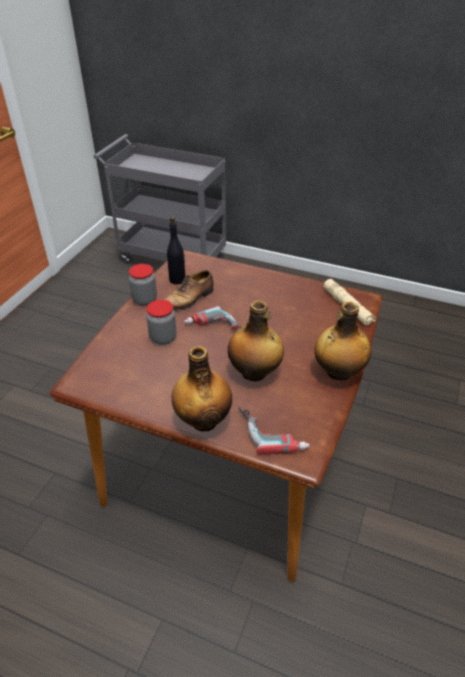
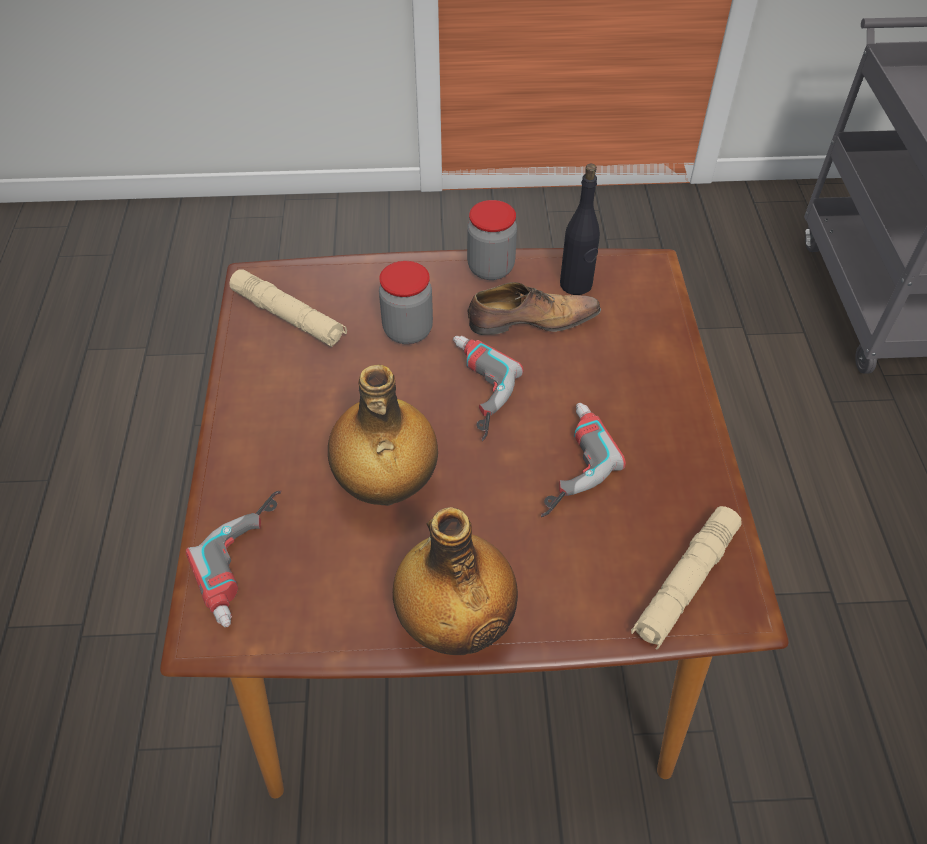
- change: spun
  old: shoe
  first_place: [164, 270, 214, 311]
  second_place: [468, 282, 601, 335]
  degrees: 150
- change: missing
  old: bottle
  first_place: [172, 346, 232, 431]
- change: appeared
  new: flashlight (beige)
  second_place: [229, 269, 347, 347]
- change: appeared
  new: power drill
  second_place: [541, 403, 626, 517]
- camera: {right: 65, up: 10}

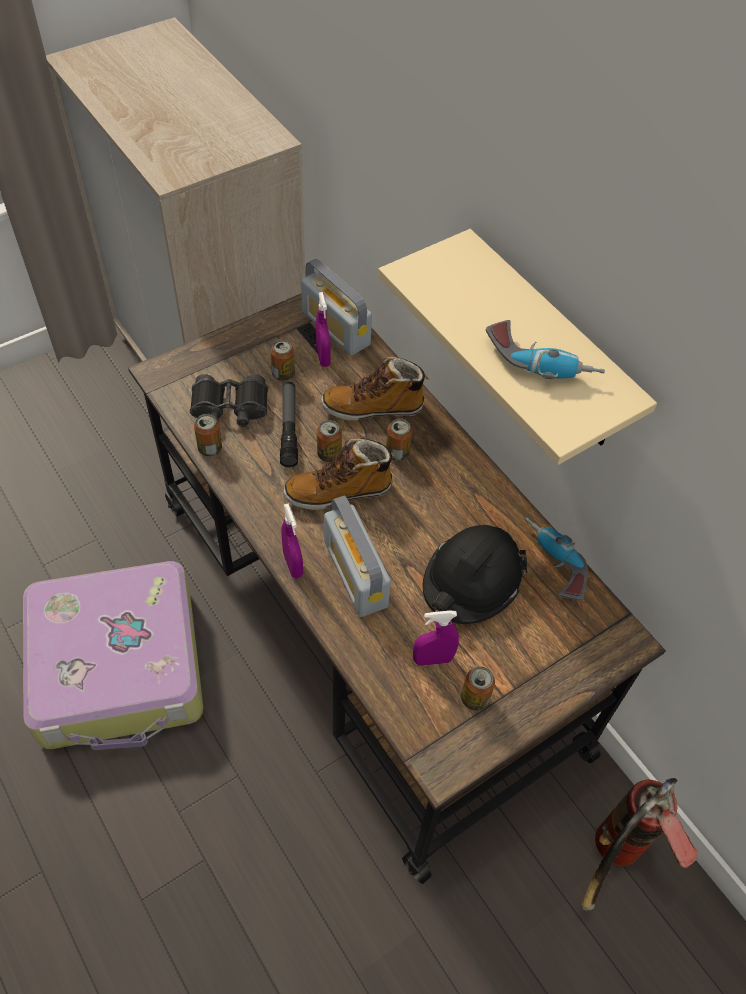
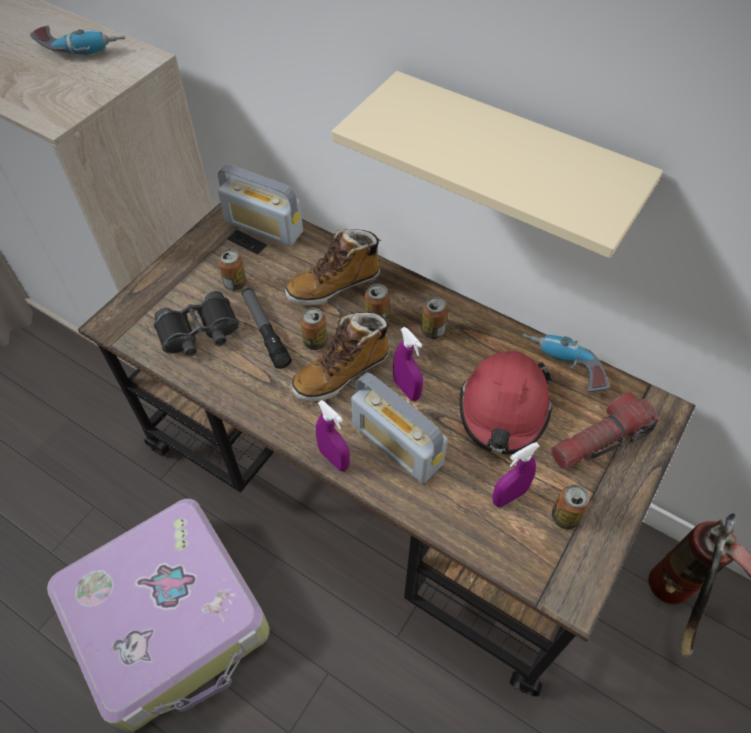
- change: relocated
  old: can
  first_place: [194, 414, 222, 456]
  second_place: [421, 296, 448, 339]
- change: relocated
  old: spray bottle (purple)
  first_place: [316, 292, 331, 367]
  second_place: [393, 327, 423, 401]
- change: colour
  old: hard hat (black)
  new: hard hat (red)
  first_place: [423, 525, 527, 624]
  second_place: [460, 351, 552, 454]
- change: relocated
  old: power drill
  first_place: [486, 320, 605, 379]
  second_place: [30, 25, 125, 55]
- change: appeared
  new: flashlight
  second_place: [551, 392, 659, 470]
- camera: {right: -20, up: 0}

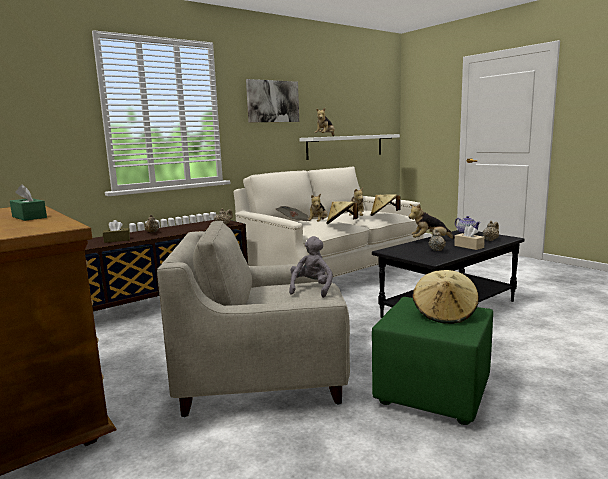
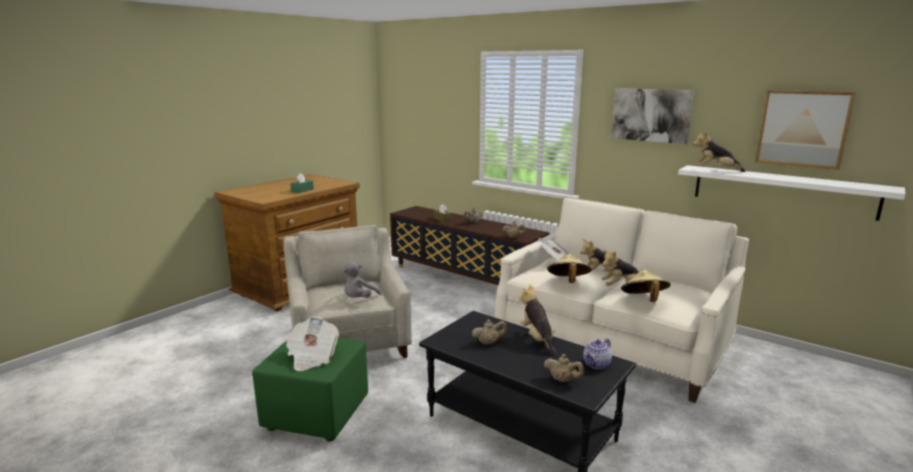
- change: spun
  old: plush toy (grey)
  first_place: [289, 236, 333, 298]
  second_place: [344, 262, 382, 298]
  degrees: 120
- change: exchanged
  old: hat (beige)
  new: newspaper
  first_place: [412, 270, 479, 324]
  second_place: [286, 317, 339, 371]
- change: missing
  old: tissue box (beige)
  first_place: [454, 225, 485, 250]
- change: appeared
  new: picture
  second_place: [755, 90, 856, 170]
- camera: {right: 75, up: 5}

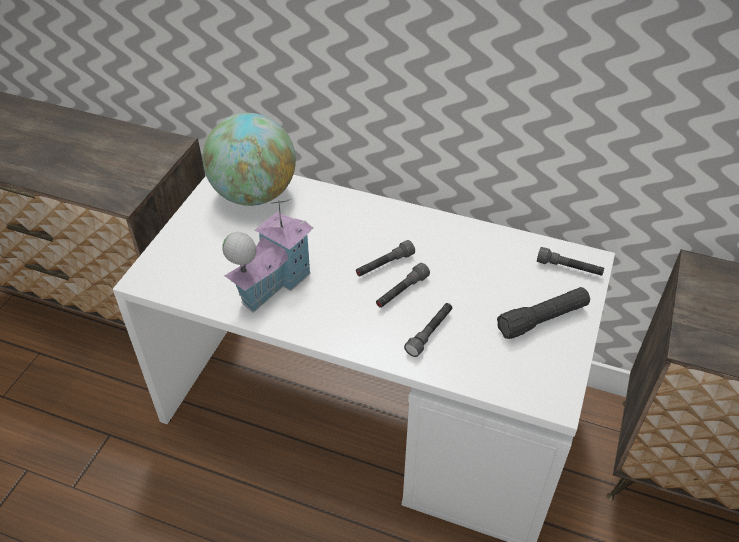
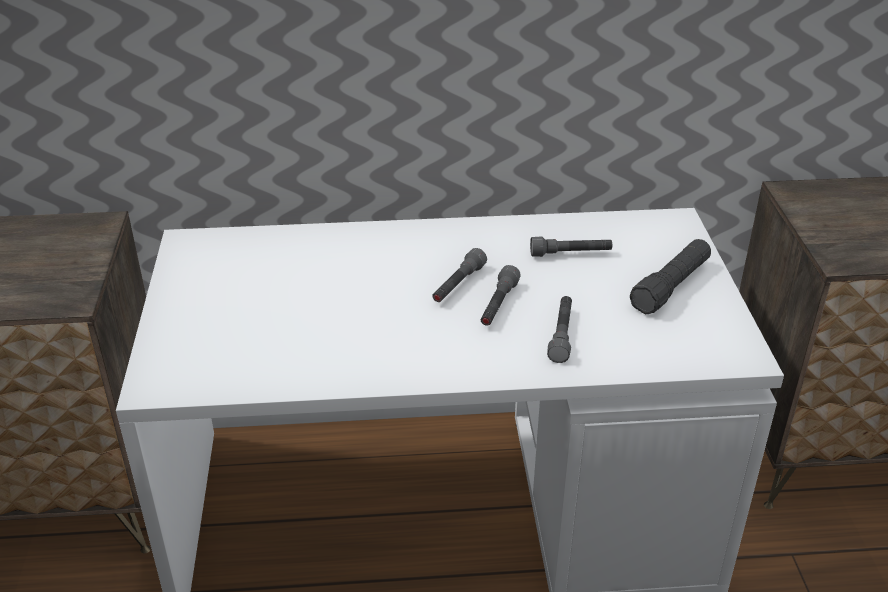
- change: missing
  old: globe
  first_place: [203, 113, 296, 206]
- change: missing
  old: toy house
  first_place: [222, 199, 314, 313]
- change: relocated
  old: flashlight (grey)
  first_place: [537, 247, 604, 276]
  second_place: [530, 236, 612, 257]
- camera: {right: -25, up: -10}

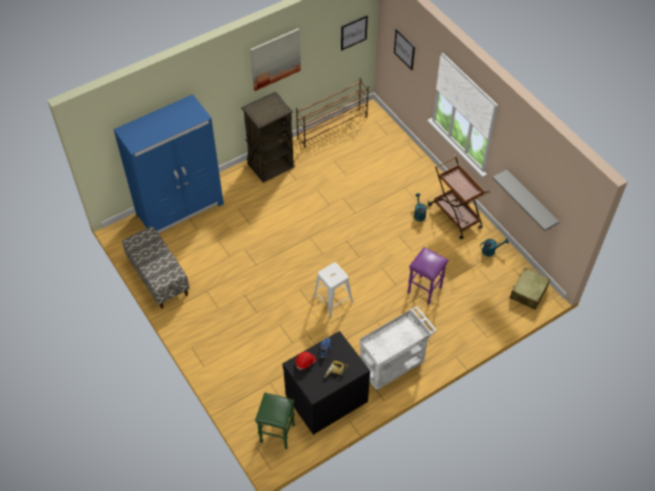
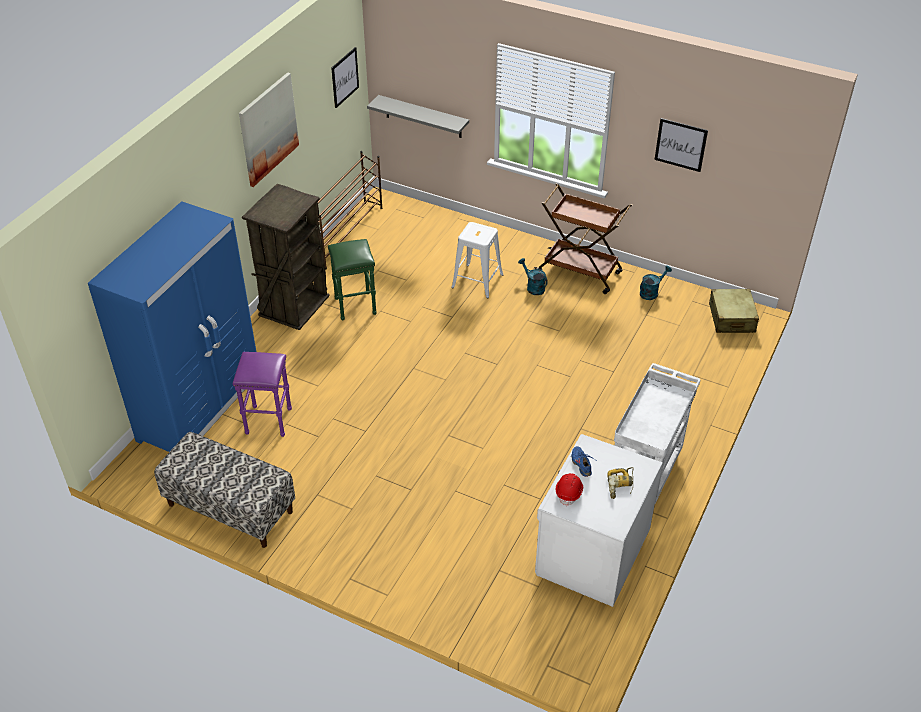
- change: relocated
  old: stool (green)
  first_place: [255, 393, 295, 449]
  second_place: [328, 239, 377, 321]
- change: colour
  old: washing machine (black)
  new: washing machine (white)
  first_place: [282, 331, 370, 435]
  second_place: [535, 434, 663, 607]
- change: relocated
  old: stool (white)
  first_place: [313, 263, 354, 317]
  second_place: [451, 222, 503, 298]
- change: relocated
  old: picture
  first_place: [394, 29, 415, 70]
  second_place: [655, 118, 708, 172]
- change: relocated
  old: stool (purple)
  first_place: [408, 247, 449, 305]
  second_place: [233, 352, 292, 437]
- change: relocated
  old: shelf (grey)
  first_place: [492, 169, 559, 231]
  second_place: [367, 95, 469, 138]
- camera: {right: -30, up: -10}

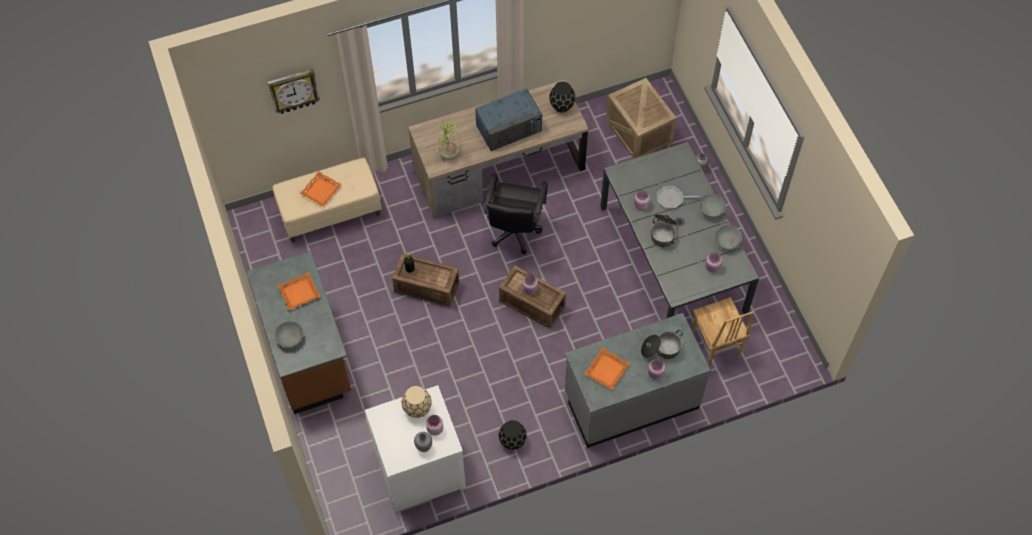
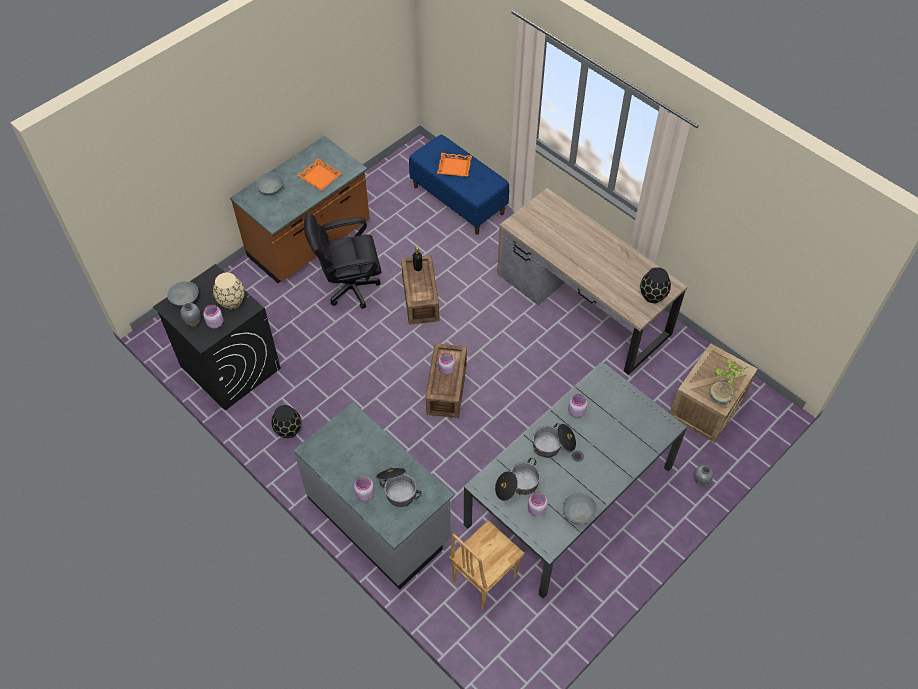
- change: missing
  old: wall clock
  first_place: [268, 68, 320, 114]
- change: colour
  old: bench (beige)
  new: bench (blue)
  first_place: [273, 158, 382, 242]
  second_place: [409, 134, 509, 235]
- change: colour
  old: washing machine (white)
  new: washing machine (black)
  first_place: [365, 385, 466, 512]
  second_place: [153, 264, 281, 411]
- change: relocated
  old: potted plant
  first_place: [438, 118, 459, 159]
  second_place: [710, 359, 748, 403]
- change: missing
  old: microwave (blue)
  first_place: [475, 88, 542, 151]
- change: relocated
  old: office chair (black)
  first_place: [484, 174, 548, 254]
  second_place: [304, 214, 382, 309]
- change: missing
  old: tray (orange)
  first_place: [585, 347, 630, 390]
- change: missing
  old: frying pan
  first_place: [657, 186, 700, 208]
- change: relocated
  old: bowl (grey)
  first_place: [699, 194, 726, 218]
  second_place: [167, 281, 199, 307]
- change: appeared
  new: cooking pot
  second_place: [495, 458, 540, 501]
- camera: {right: 65, up: -5}

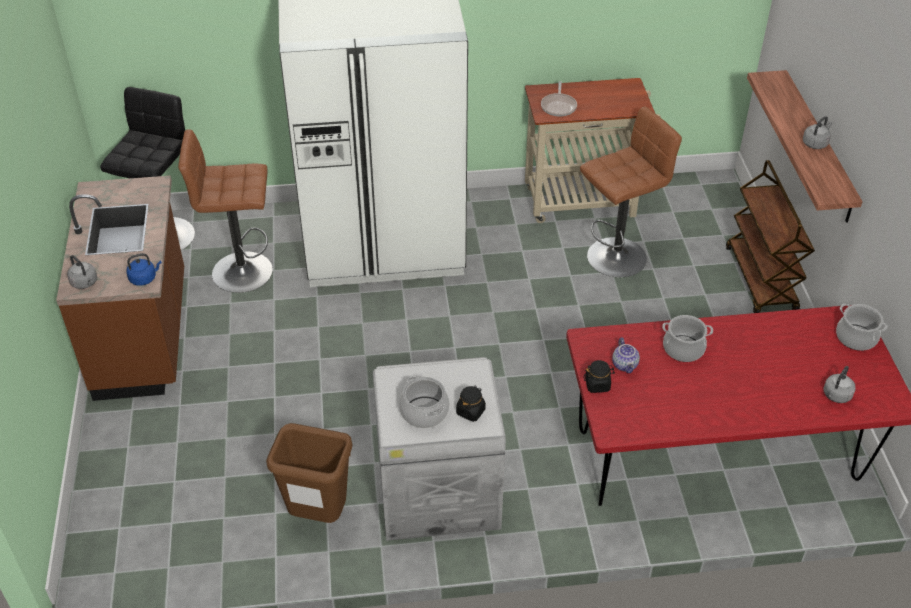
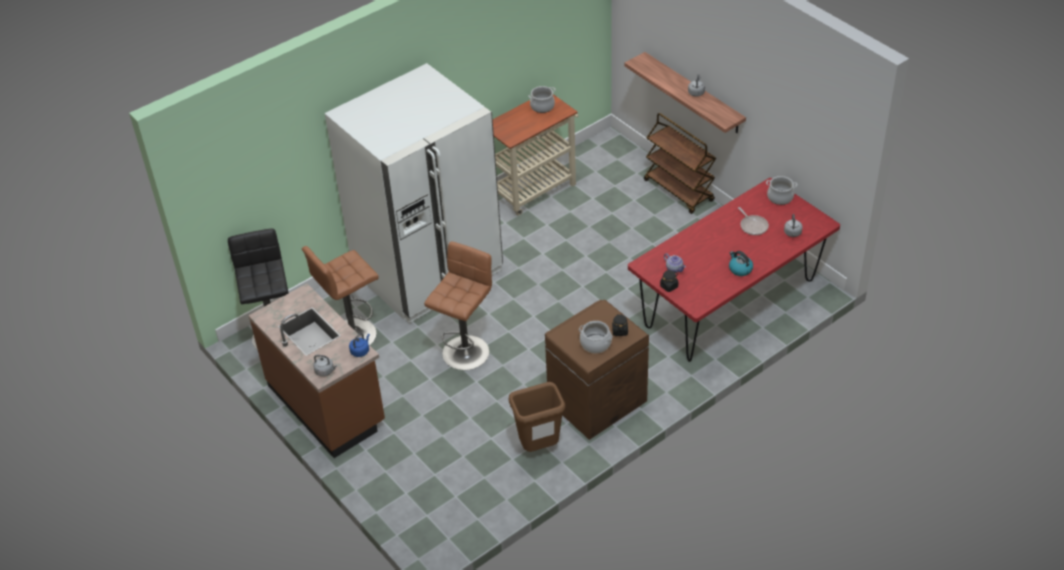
- change: colour
  old: washing machine (white)
  new: washing machine (brown)
  first_place: [373, 357, 506, 541]
  second_place: [545, 300, 649, 440]
- change: relocated
  old: frying pan
  first_place: [541, 81, 577, 116]
  second_place: [738, 207, 769, 235]
- change: relocated
  old: stool (brown)
  first_place: [580, 107, 682, 277]
  second_place: [424, 242, 492, 370]
- change: relocated
  old: cooking pot
  first_place: [662, 315, 713, 362]
  second_place: [528, 86, 556, 113]
- change: appeared
  new: kettle
  second_place: [729, 251, 753, 276]
- camera: {right: -30, up: 0}

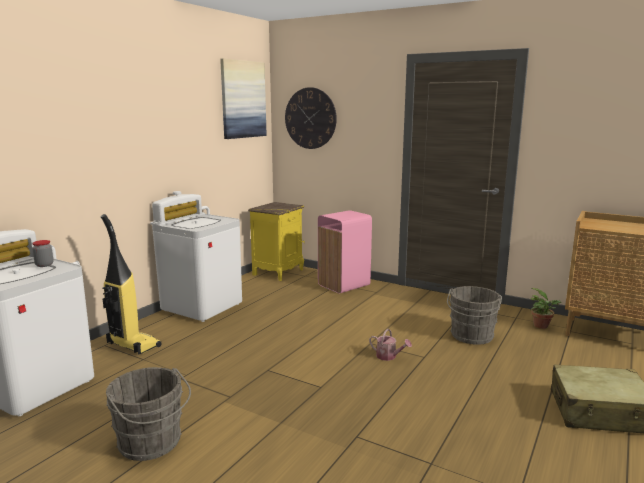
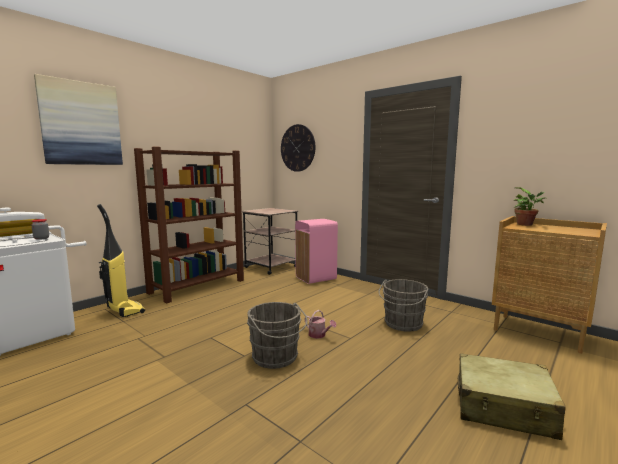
- change: relocated
  old: bucket (grey)
  first_place: [106, 367, 191, 461]
  second_place: [247, 302, 308, 369]
- change: exchanged
  old: washing machine (white)
  new: bookcase (brown)
  first_place: [150, 191, 242, 322]
  second_place: [134, 146, 244, 304]
- change: relocated
  old: picture
  first_place: [220, 58, 267, 139]
  second_place: [34, 74, 123, 165]
- change: exchanged
  old: nightstand (yellow)
  new: cart (brown)
  first_place: [248, 202, 305, 281]
  second_place: [242, 208, 298, 275]
- change: relocated
  old: potted plant
  first_place: [531, 288, 562, 329]
  second_place: [513, 187, 547, 226]
- camera: {right: 10, up: -5}

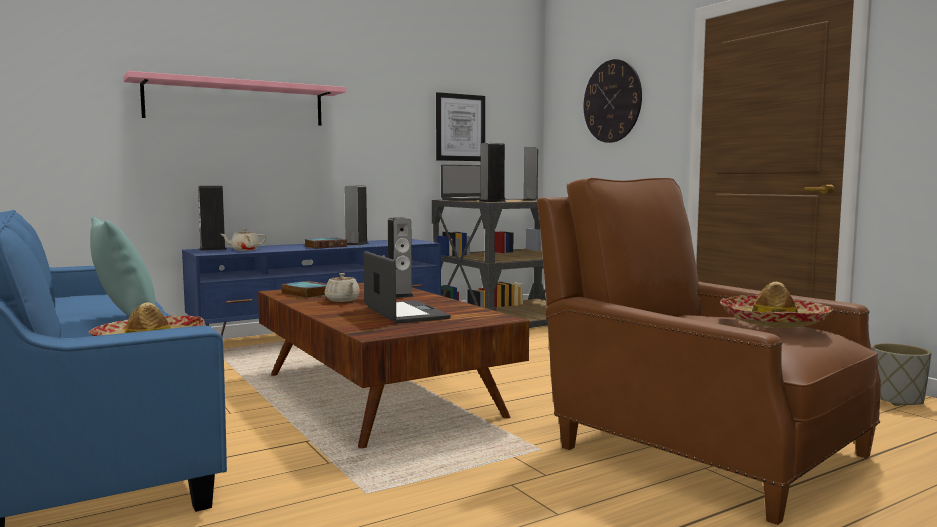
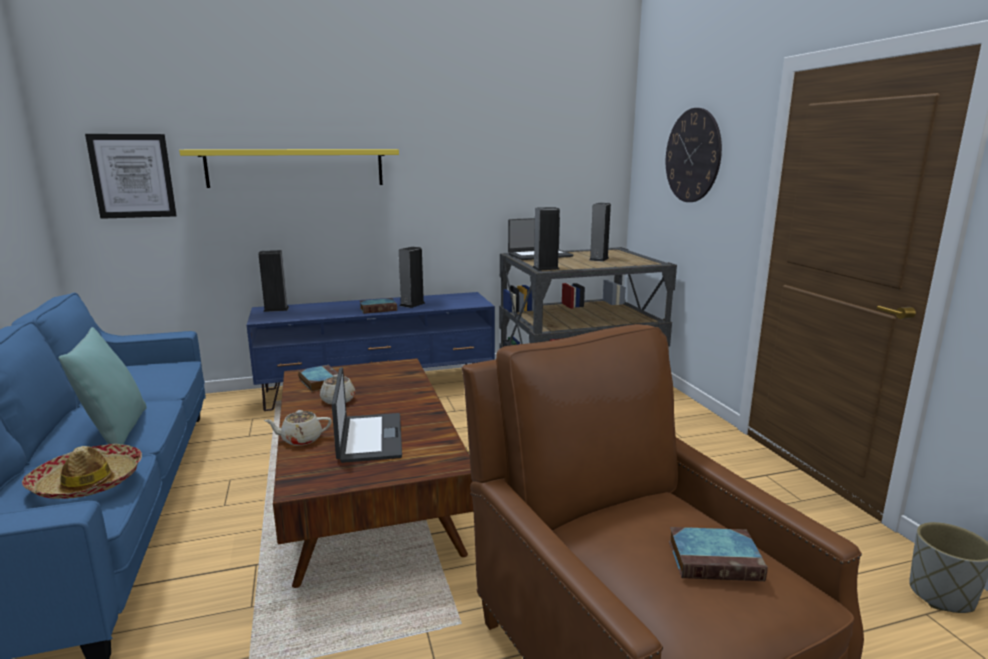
- change: colour
  old: shelf (pink)
  new: shelf (yellow)
  first_place: [123, 71, 346, 126]
  second_place: [179, 149, 399, 188]
- change: relocated
  old: teapot (beige)
  first_place: [221, 228, 266, 251]
  second_place: [264, 410, 332, 446]
- change: missing
  old: speaker
  first_place: [388, 217, 414, 298]
- change: relocated
  old: picture
  first_place: [436, 92, 485, 161]
  second_place: [85, 134, 177, 219]
- change: exchanged
  old: hat
  new: book
  first_place: [720, 281, 834, 328]
  second_place: [669, 527, 768, 581]
- camera: {right: 15, up: 10}

